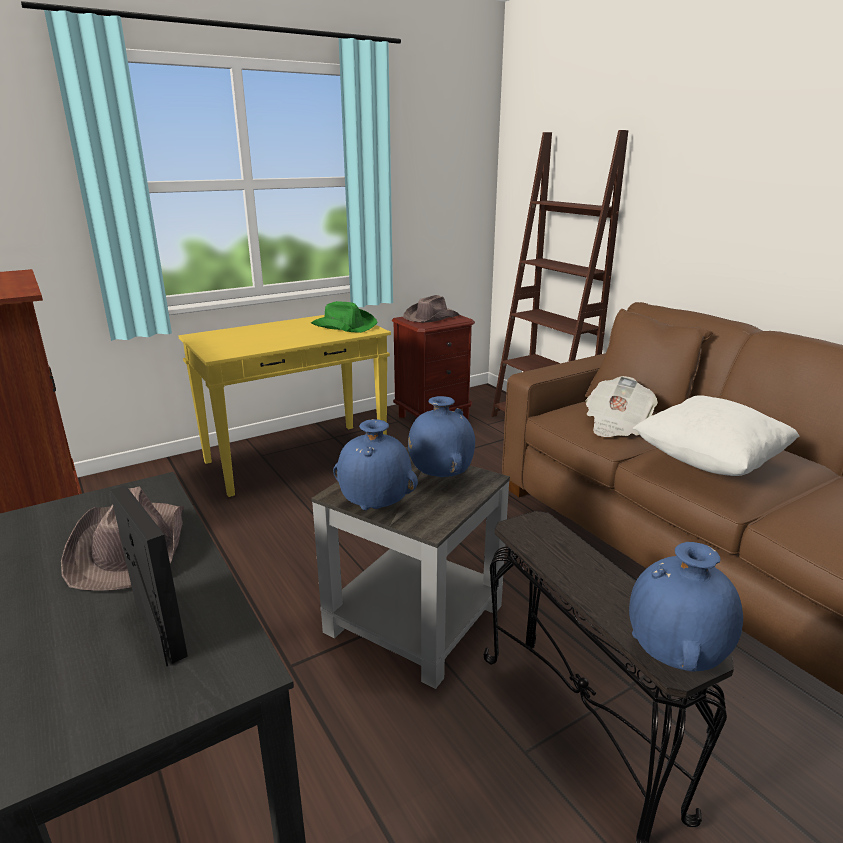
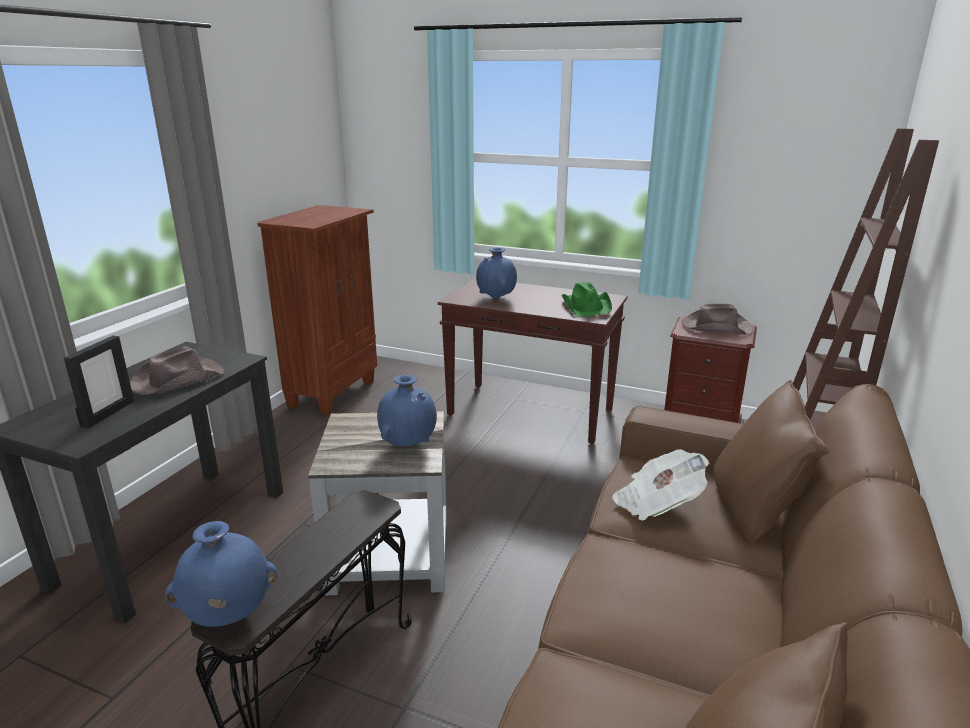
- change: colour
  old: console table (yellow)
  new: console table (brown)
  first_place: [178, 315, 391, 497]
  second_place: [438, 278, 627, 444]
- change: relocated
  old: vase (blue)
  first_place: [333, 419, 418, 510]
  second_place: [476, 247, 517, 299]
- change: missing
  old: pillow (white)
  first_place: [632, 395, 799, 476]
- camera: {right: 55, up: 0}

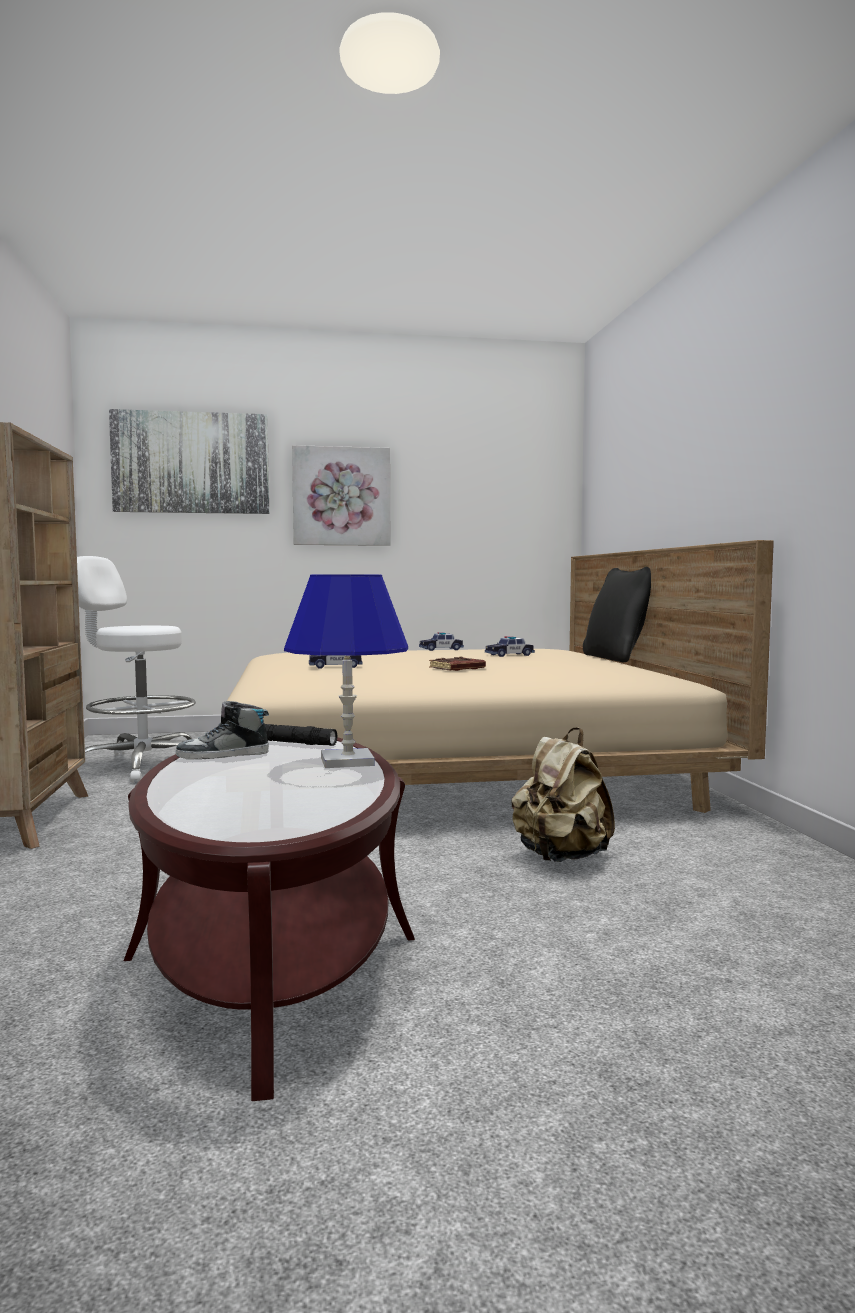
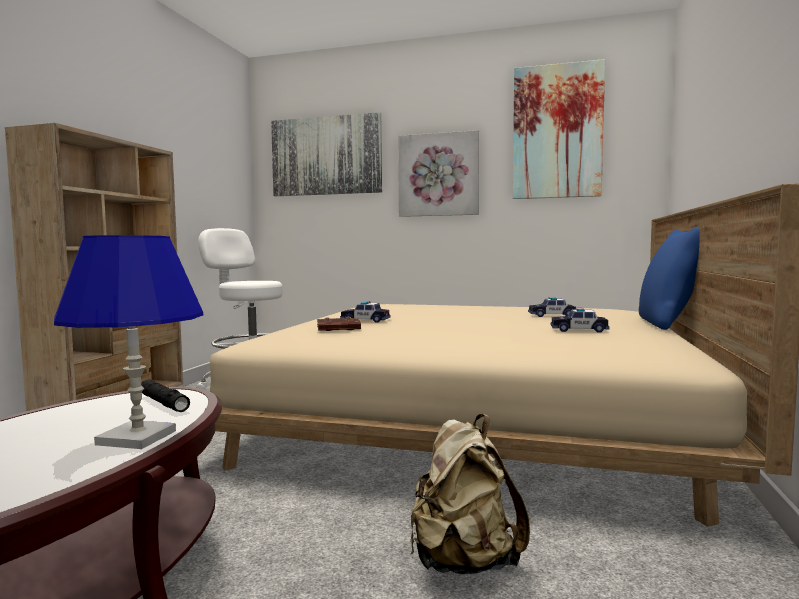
- change: missing
  old: shoe
  first_place: [176, 701, 269, 760]
- change: relocated
  old: toy car
  first_place: [419, 632, 464, 651]
  second_place: [551, 308, 609, 333]
- change: relocated
  old: book (brown)
  first_place: [429, 656, 486, 671]
  second_place: [317, 317, 361, 331]
- change: colour
  old: pillow (black)
  new: pillow (blue)
  first_place: [583, 567, 651, 662]
  second_place: [639, 227, 700, 330]
- change: appeared
  new: picture
  second_place: [513, 59, 605, 199]
- camera: {right: 25, up: 0}

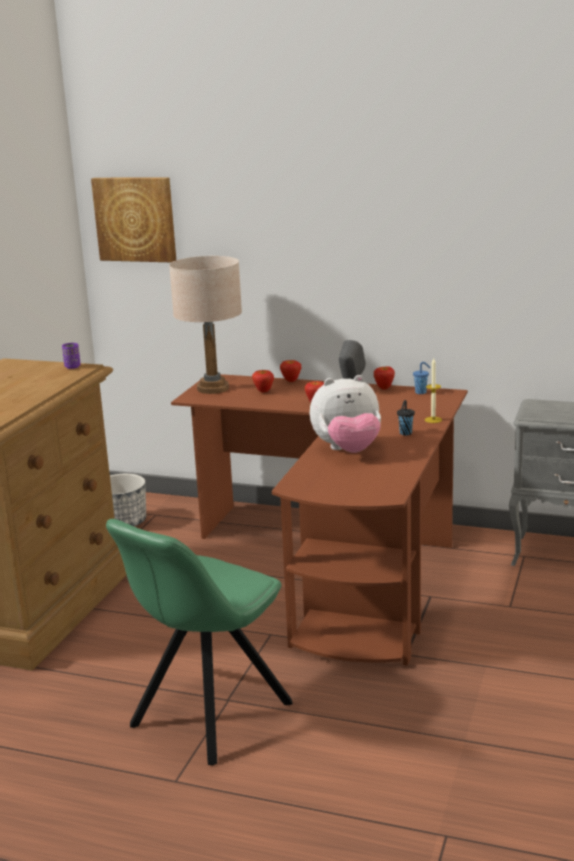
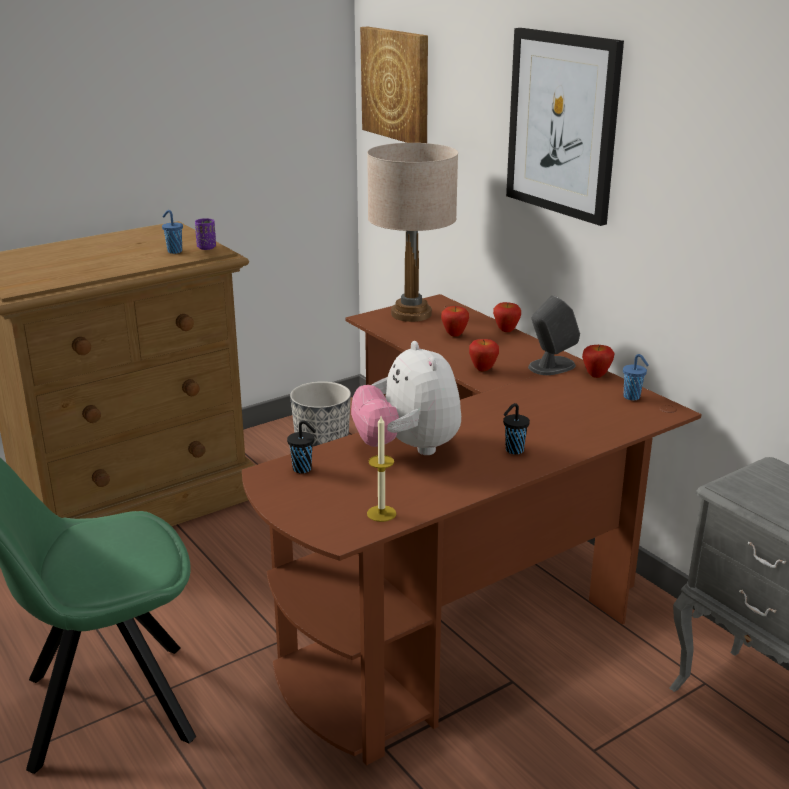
- change: spun
  old: plush toy
  first_place: [310, 375, 381, 453]
  second_place: [351, 341, 461, 455]
  degrees: 45
- change: relocated
  old: candle
  first_place: [425, 358, 442, 423]
  second_place: [367, 416, 396, 522]
- change: appeared
  new: cup (blue)
  second_place: [162, 210, 183, 254]
- change: appeared
  new: cup (black)
  second_place: [287, 420, 316, 473]
- change: appeared
  new: picture
  second_place: [506, 28, 624, 226]
- camera: {right: 35, up: 5}

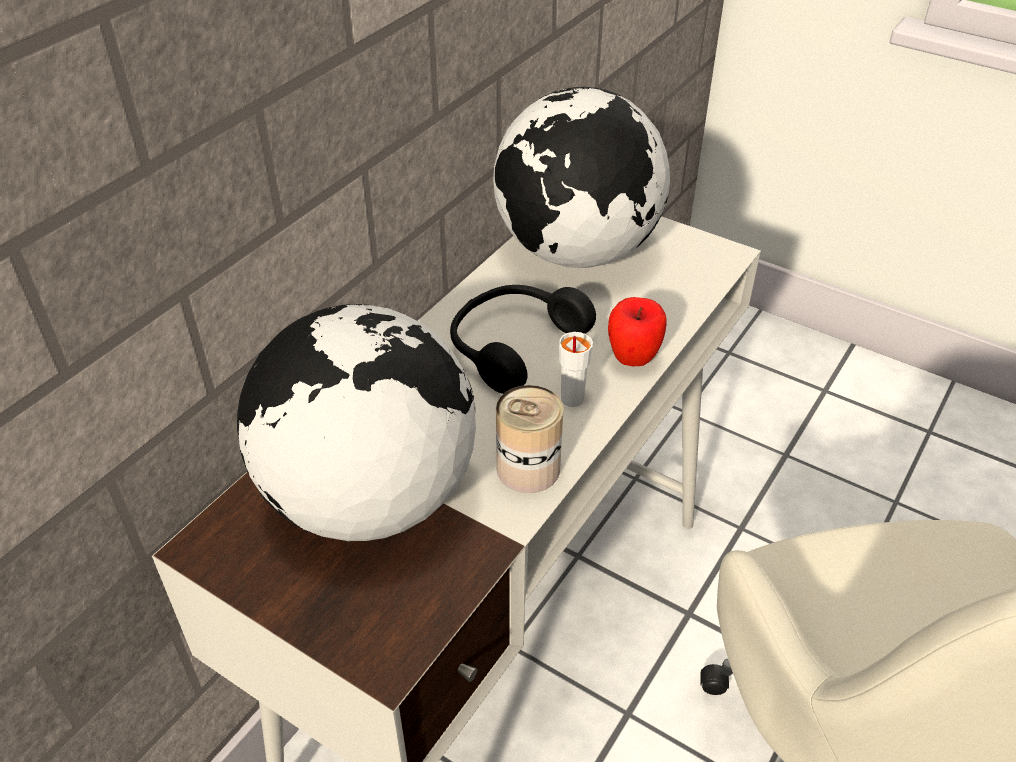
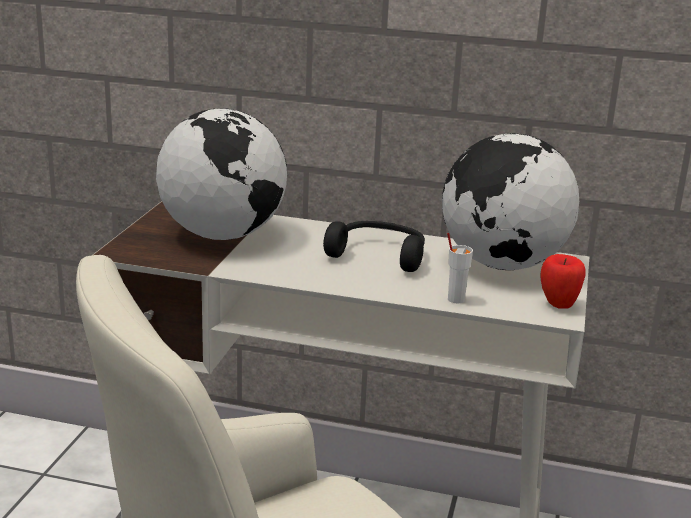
- change: missing
  old: can
  first_place: [496, 385, 564, 493]
- change: relocated
  old: cup (white)
  first_place: [559, 332, 593, 407]
  second_place: [447, 233, 473, 303]
- change: relocated
  old: apple
  first_place: [608, 297, 667, 366]
  second_place: [540, 254, 586, 309]
- camera: {right: 70, up: -20}

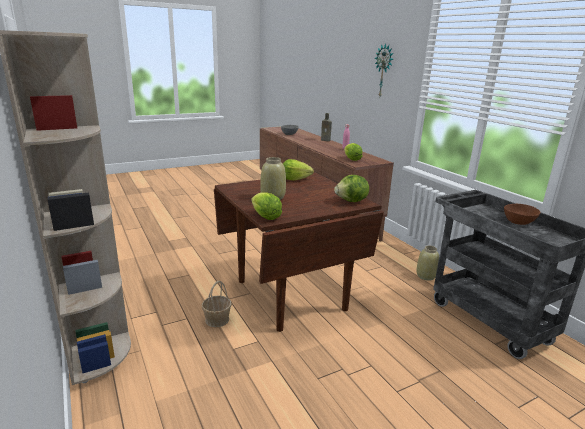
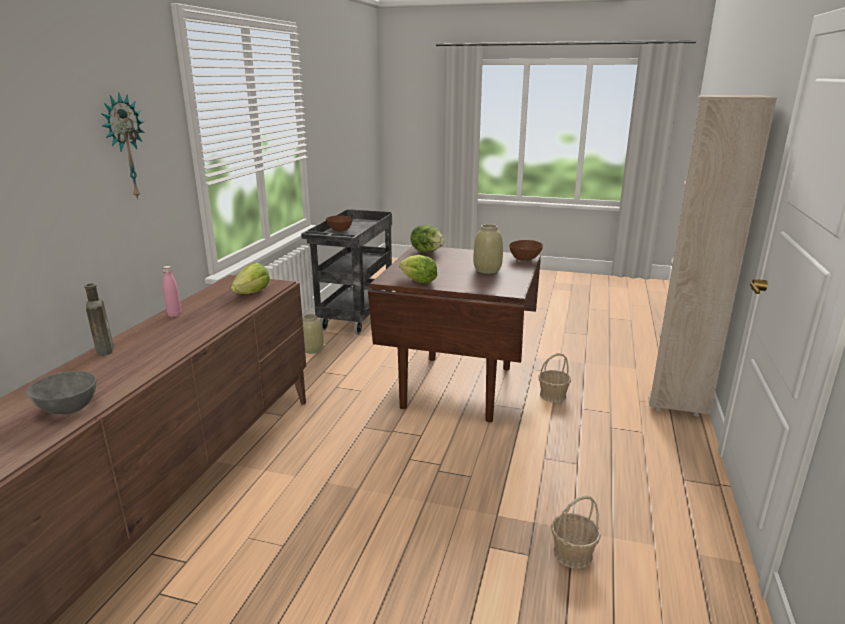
- change: exchanged
  old: lettuce
  new: bowl (brown)
  first_place: [251, 192, 282, 220]
  second_place: [509, 240, 543, 261]
- change: appeared
  new: basket
  second_place: [551, 495, 601, 569]
- camera: {right: -135, up: 0}

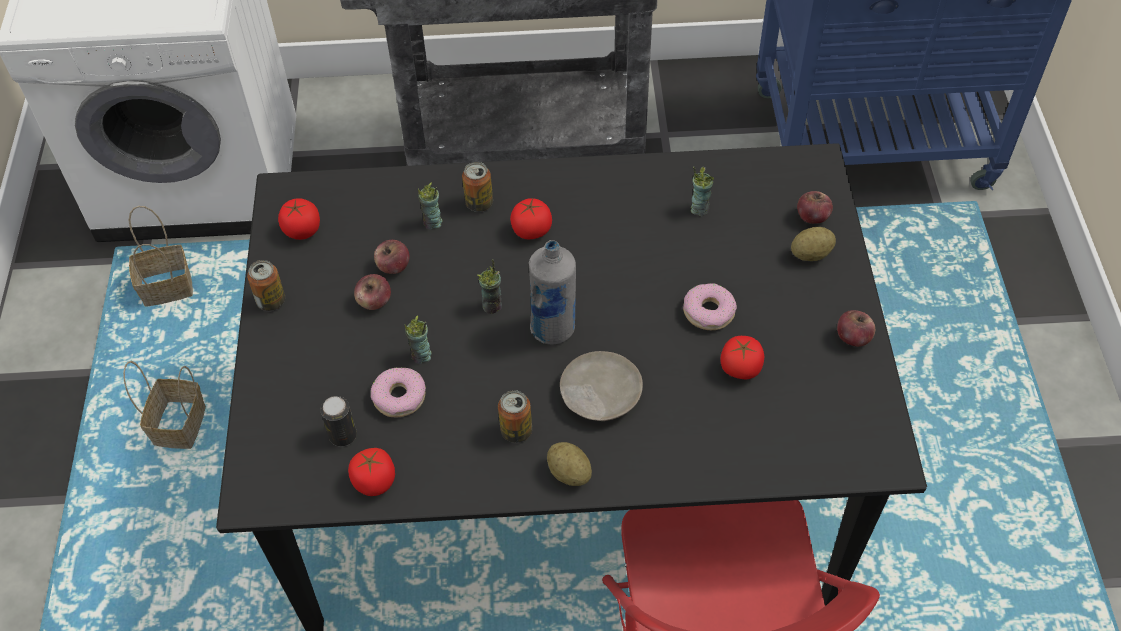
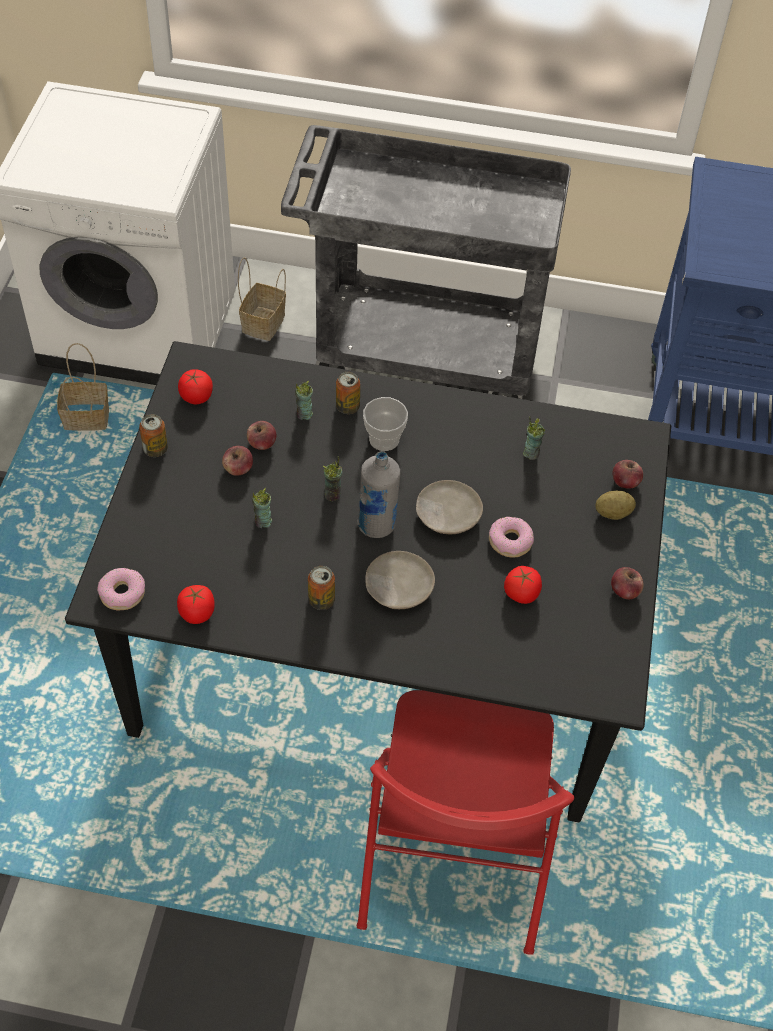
- change: relocated
  old: basket
  first_place: [123, 361, 206, 449]
  second_place: [238, 257, 286, 341]
- change: missing
  old: can
  first_place: [320, 396, 357, 446]
- change: relocated
  old: donut
  first_place: [371, 368, 426, 417]
  second_place: [97, 568, 145, 611]
- change: exchanged
  old: tomato
  new: cup
  first_place: [510, 198, 552, 239]
  second_place: [363, 397, 408, 451]
- change: missing
  old: potato
  first_place: [547, 442, 592, 486]
- change: appeared
  new: plate (beige)
  second_place: [416, 480, 483, 534]
- camera: {right: 10, up: 0}

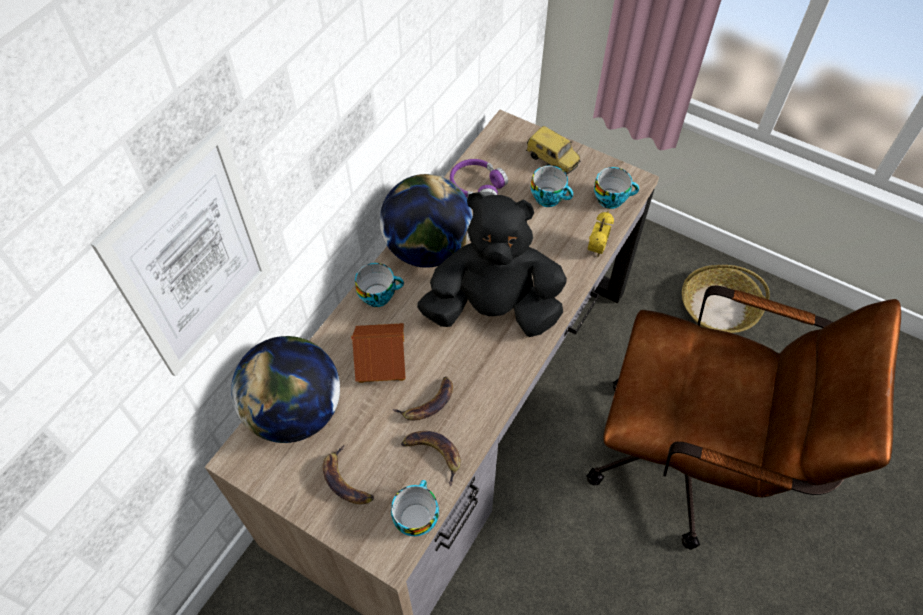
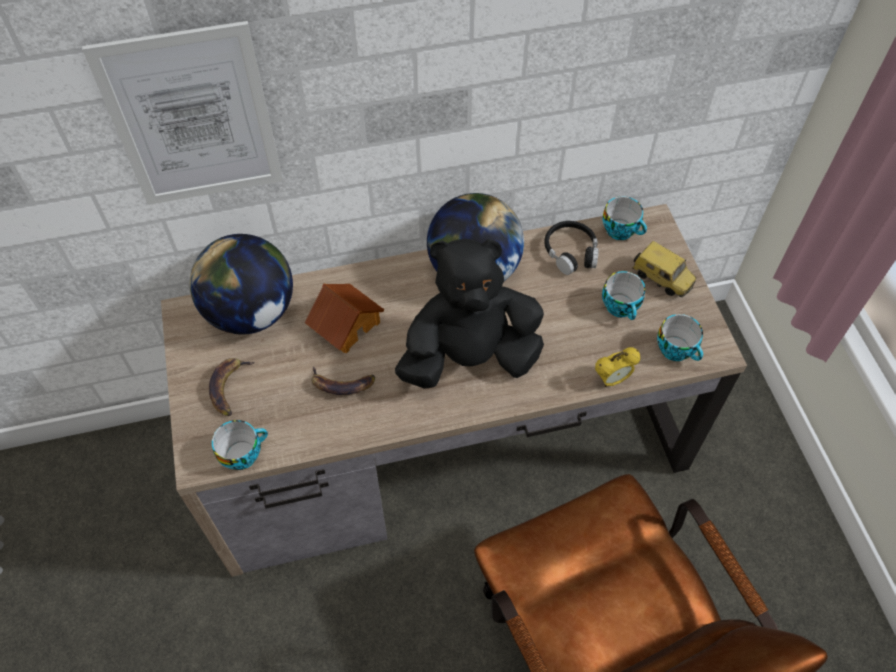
- change: relocated
  old: cup
  first_place: [355, 263, 404, 307]
  second_place: [602, 196, 647, 240]
- change: missing
  old: banana
  first_place: [401, 431, 461, 487]
- change: spun
  old: plush toy (black)
  first_place: [417, 192, 567, 337]
  second_place: [395, 239, 544, 389]
  degrees: -60
- change: colour
  old: headphones (purple)
  new: headphones (black)
  first_place: [450, 159, 508, 197]
  second_place: [544, 221, 599, 275]
- change: spun
  old: toy car
  first_place: [526, 126, 580, 174]
  second_place: [632, 241, 696, 297]
  degrees: -45
- change: missing
  old: basket
  first_place: [682, 265, 770, 333]
- camera: {right: 45, up: 0}

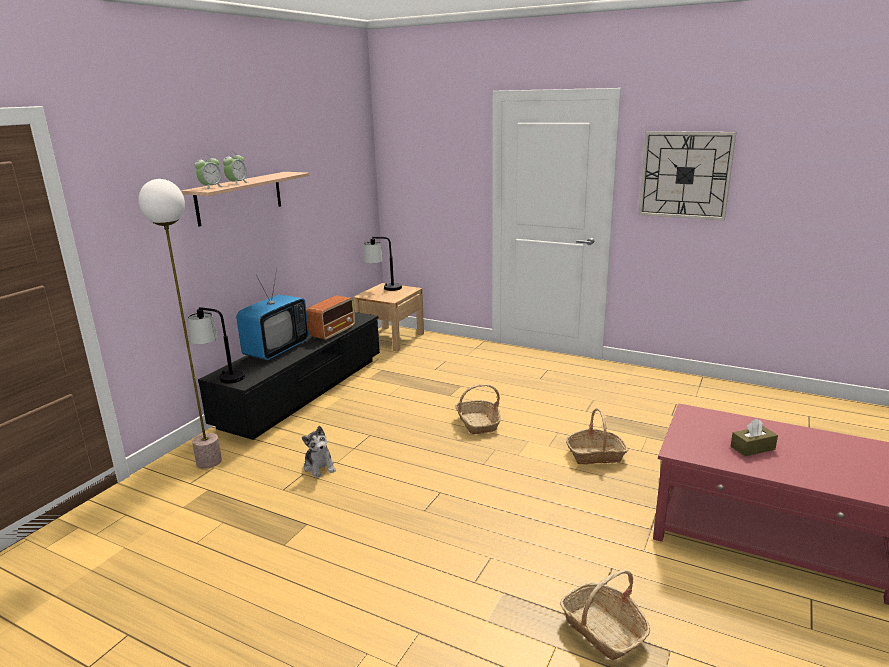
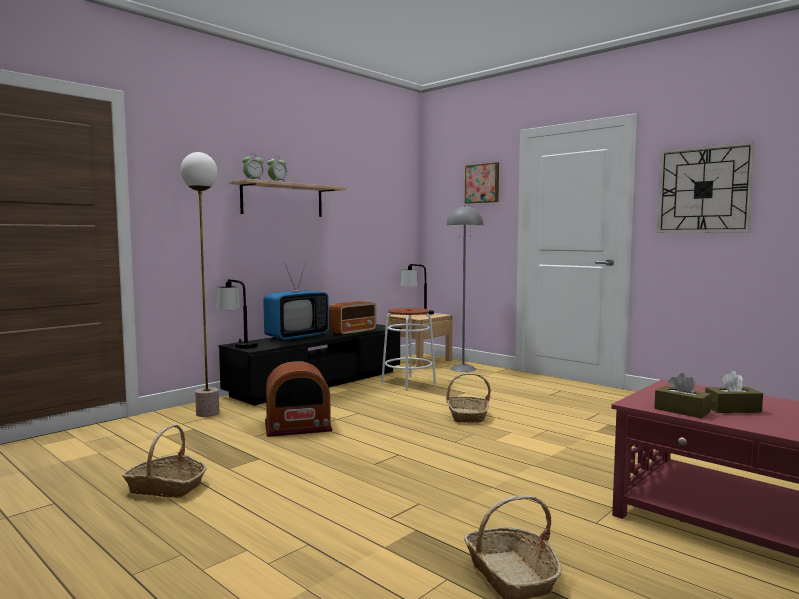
- change: exchanged
  old: plush toy
  new: radio
  first_place: [302, 426, 336, 478]
  second_place: [265, 361, 333, 437]
- change: relocated
  old: basket
  first_place: [566, 408, 628, 464]
  second_place: [122, 424, 206, 498]
- change: appeared
  new: stool (white)
  second_place: [381, 308, 436, 391]
- change: appeared
  new: floor lamp (grey)
  second_place: [446, 205, 483, 372]
- change: appeared
  new: picture
  second_place: [465, 162, 499, 204]
- change: appeared
  new: tissue box (brown)
  second_place: [654, 373, 711, 418]
- camera: {right: 15, up: -15}

